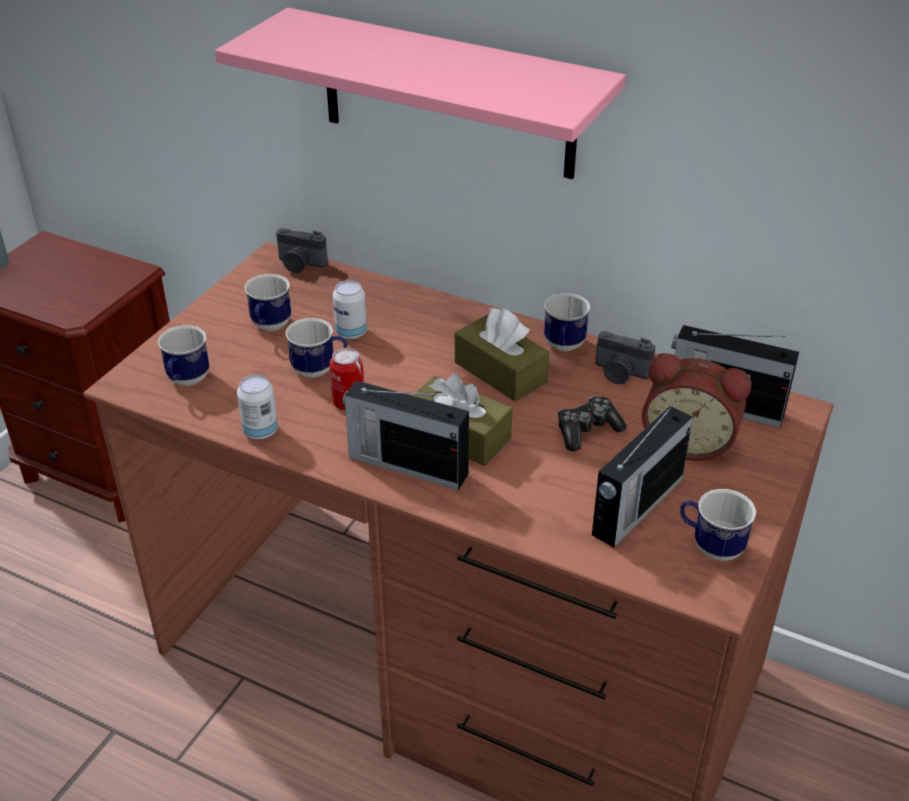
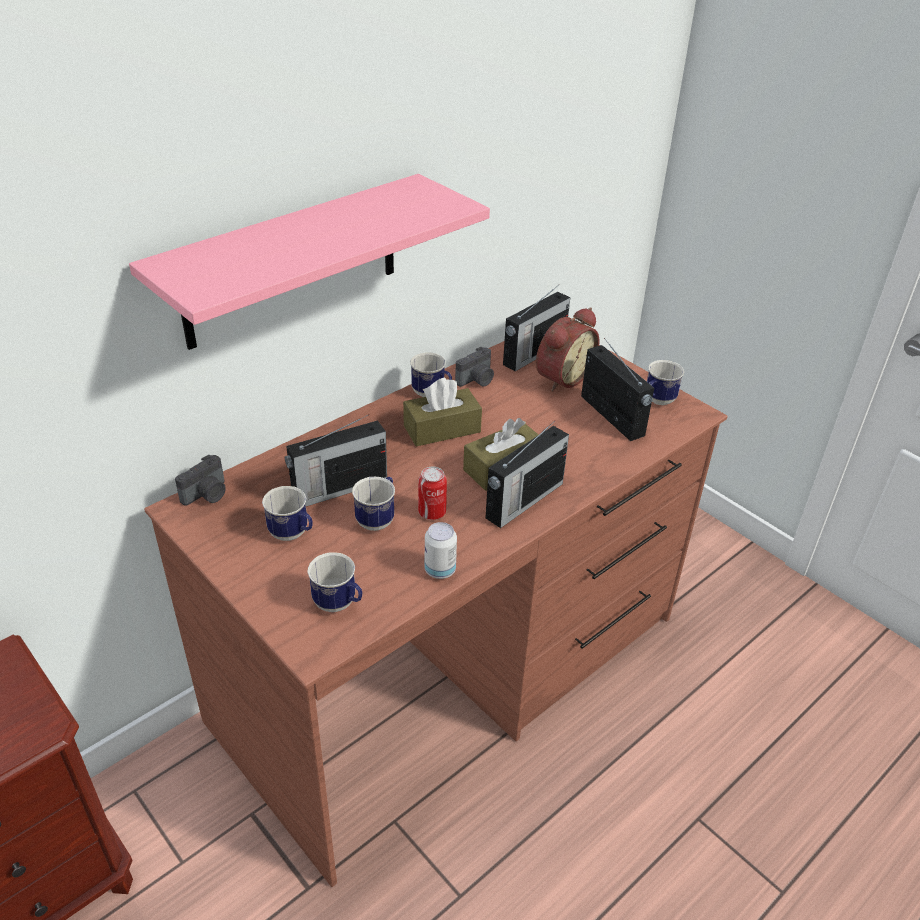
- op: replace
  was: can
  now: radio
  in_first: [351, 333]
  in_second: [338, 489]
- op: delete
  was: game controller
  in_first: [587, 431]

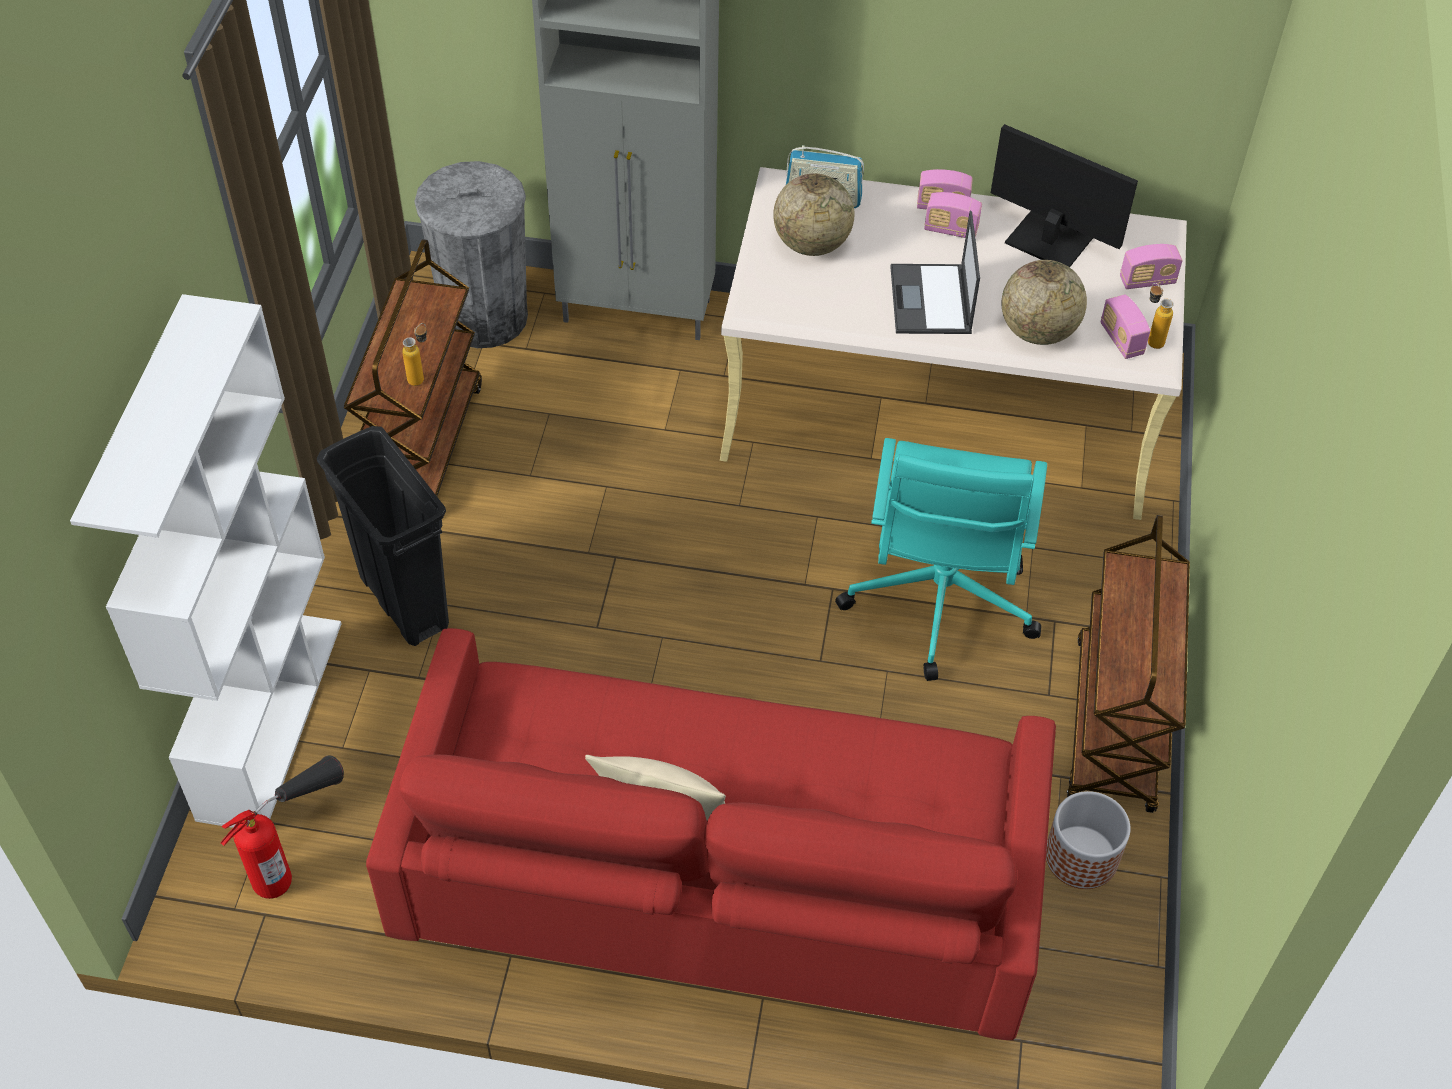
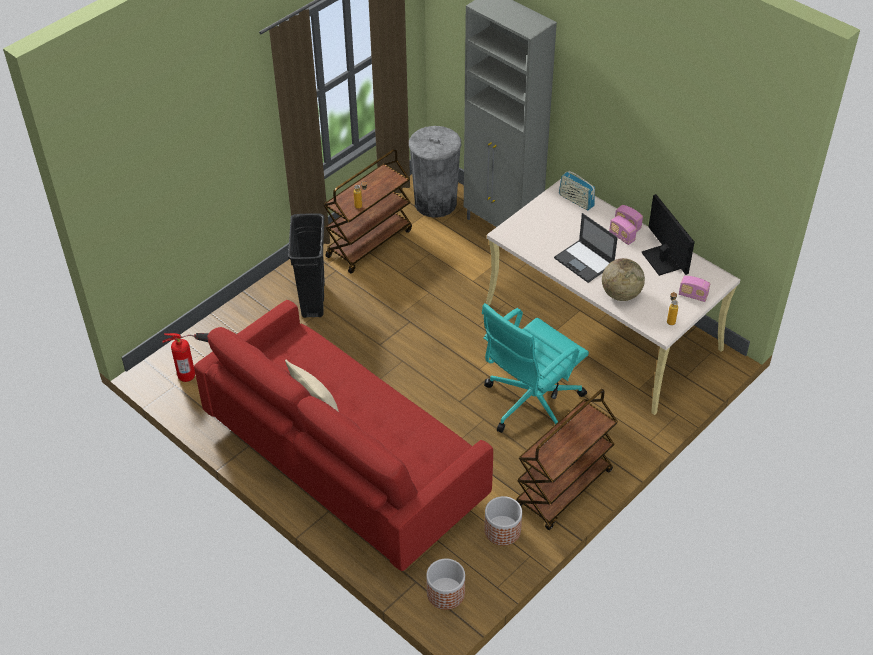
- op: delete
  was: bookcase (white)
  in_first: [270, 717]
- op: delete
  was: globe
  in_first: [811, 244]
- op: rotate
  was: laptop
  in_first: [931, 301]
  in_second: [584, 262]
  clockwise: -75
- op: delete
  was: radio
  in_first: [1121, 340]
- op: insert
  now: planter
  in_second: [445, 593]

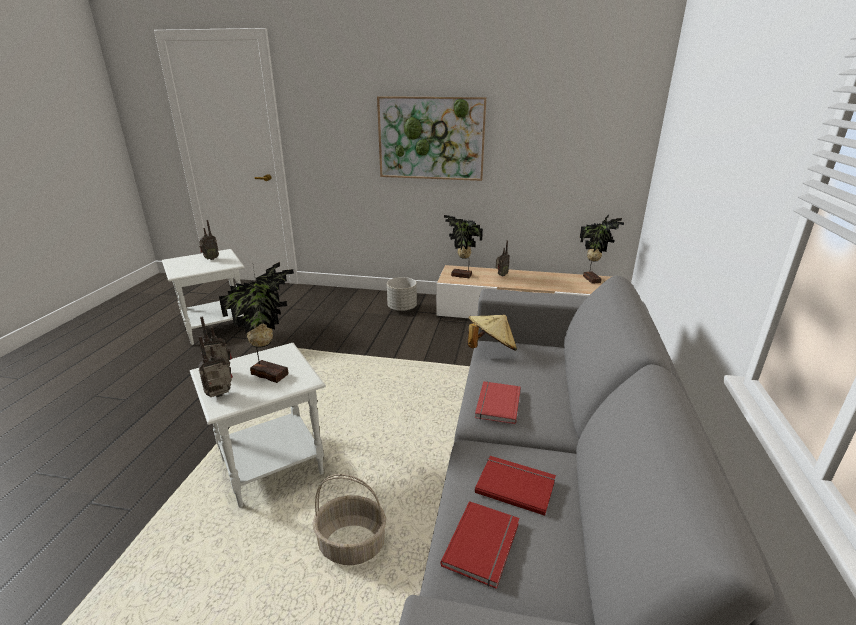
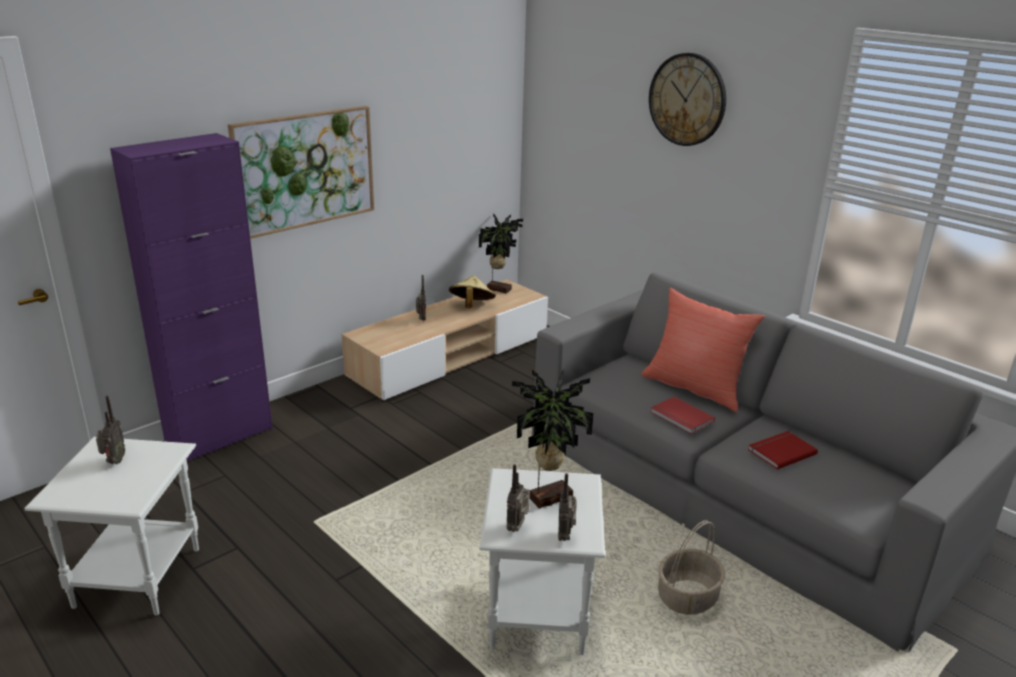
- op: delete
  was: planter (grey)
  in_first: [402, 308]
- op: delete
  was: book (red)
  in_first: [484, 545]
- op: delete
  was: potted plant
  in_first: [461, 276]
- op: move
  was: hat (beige)
  in_first: [491, 349]
  in_second: [471, 306]
- op: insert
  now: cabinet (purple)
  in_second: [220, 437]
- op: insert
  now: pillow (red)
  in_second: [694, 388]
- op: insert
  now: wall clock
  in_second: [687, 99]

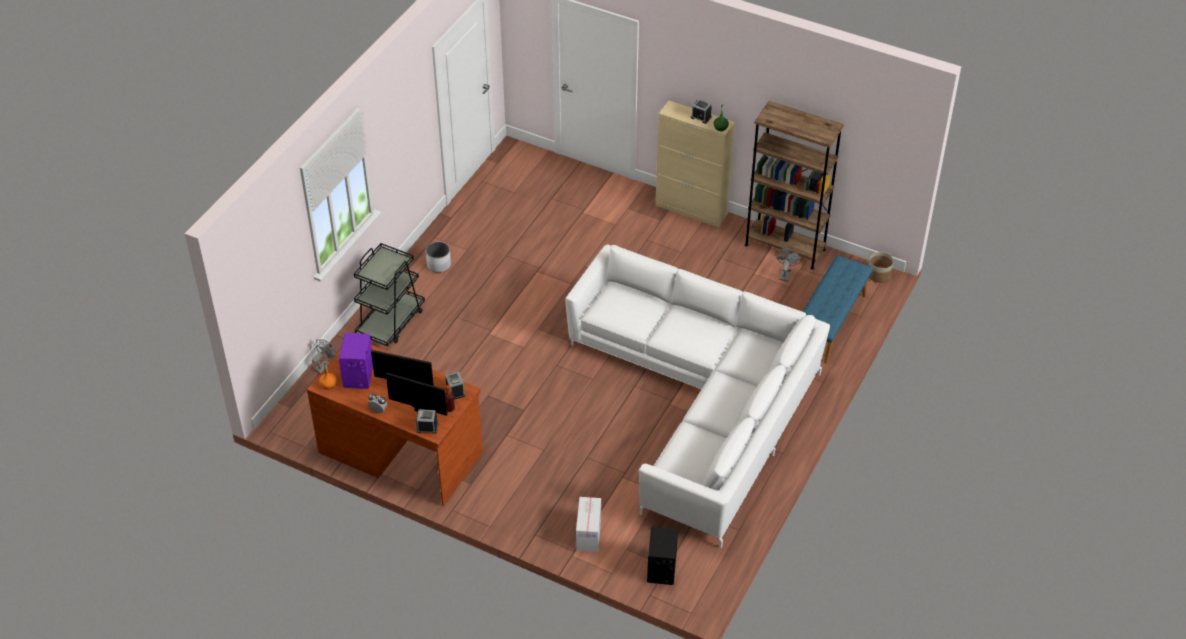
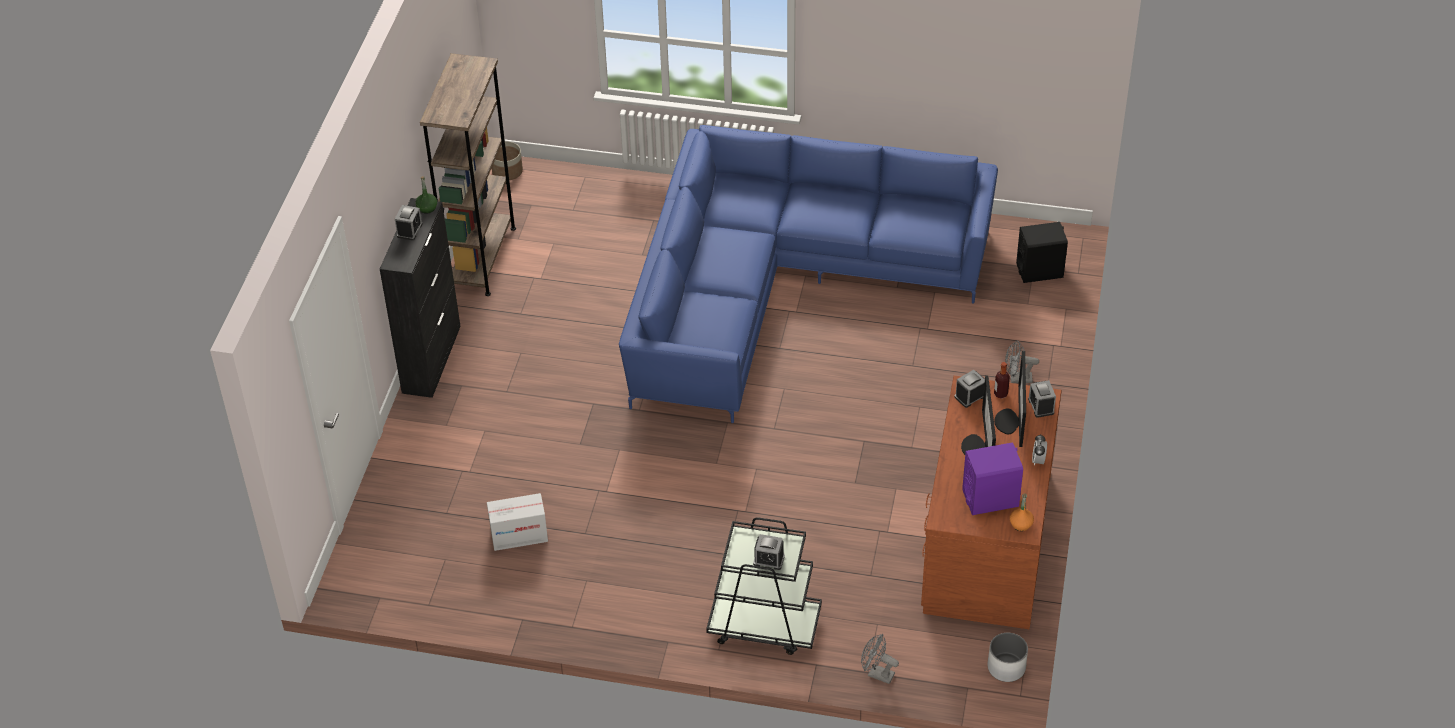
- op: move
  was: planter (white)
  in_first: [439, 265]
  in_second: [1006, 667]
- op: recolor
  was: sofa (white)
  now: sofa (blue)
  in_first: [702, 402]
  in_second: [781, 284]
- op: move
  was: cardboard box
  in_first: [588, 534]
  in_second: [519, 535]
- op: recolor
  was: cabinet (beige)
  now: cabinet (black)
  in_first: [691, 210]
  in_second: [432, 359]
- op: move
  was: fan (grey)
  in_first: [785, 274]
  in_second: [1017, 379]
- op: delete
  was: bench (blue)
  in_first: [830, 323]
- op: insert
  now: alarm clock
  in_second: [769, 559]

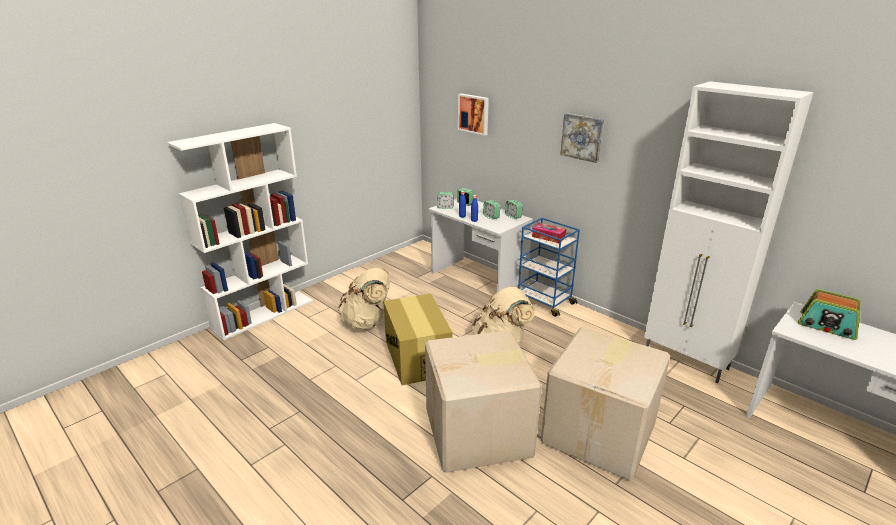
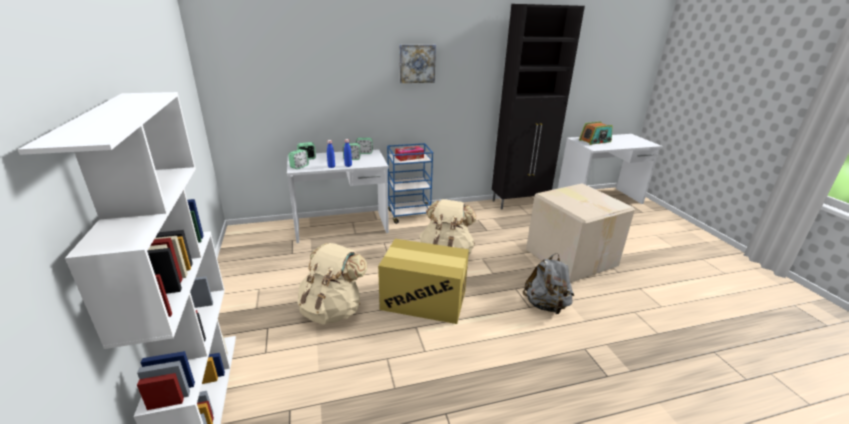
- op: replace
  was: cardboard box
  now: backpack (grey)
  in_first: [479, 433]
  in_second: [546, 305]
- op: delete
  was: picture
  in_first: [474, 114]
- op: recolor
  was: cabinet (white)
  now: cabinet (black)
  in_first: [686, 361]
  in_second: [520, 202]

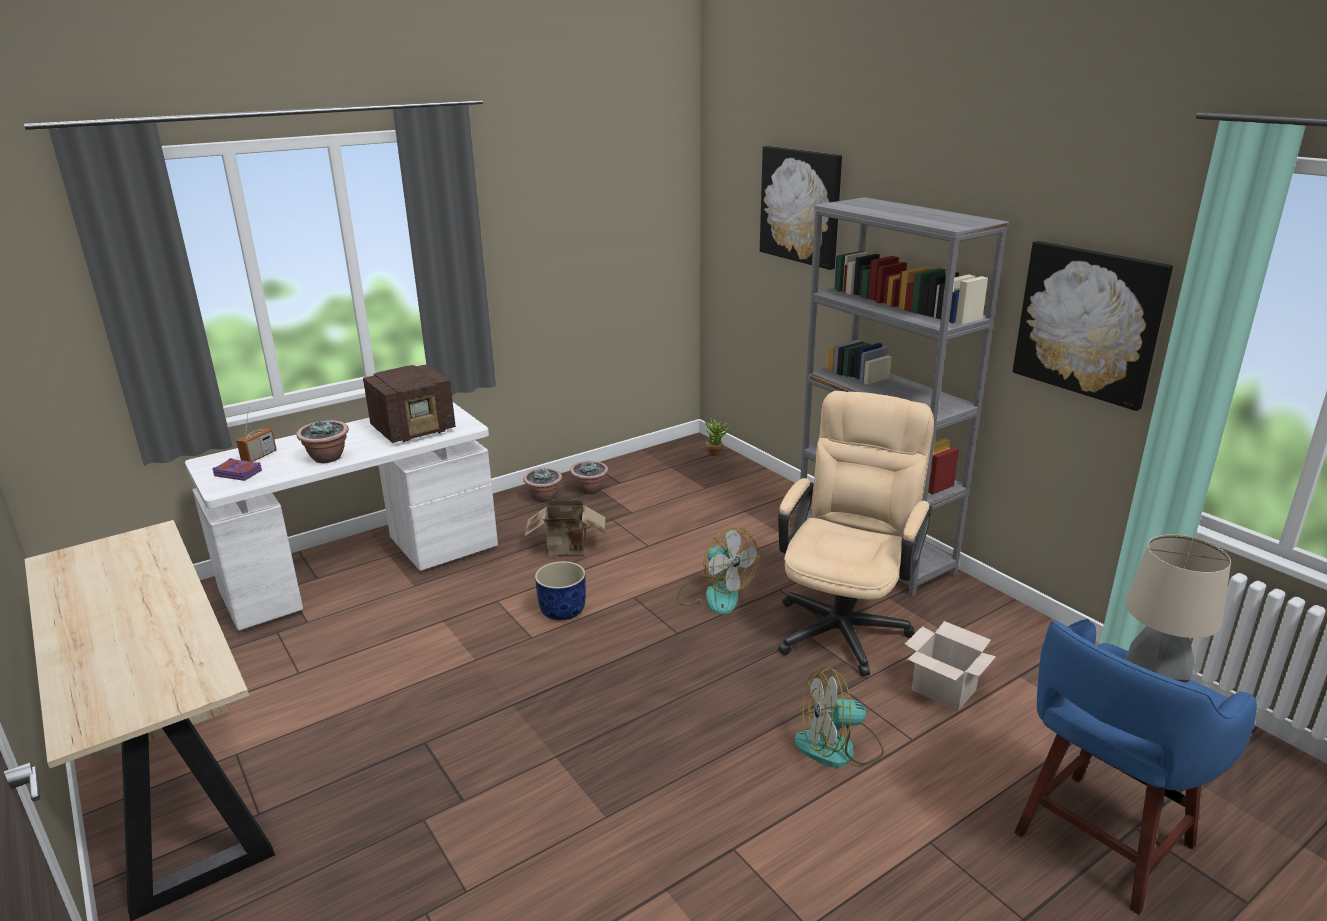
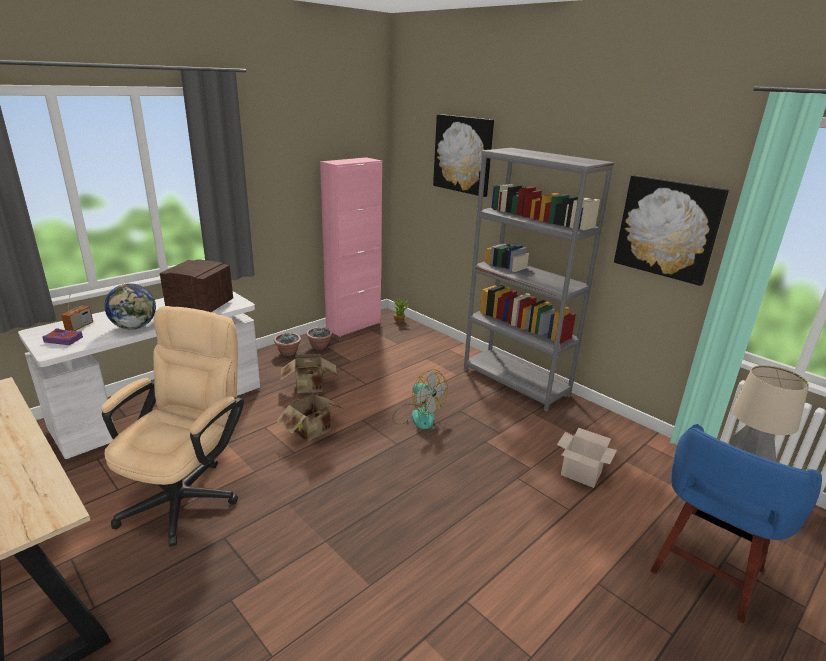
- op: replace
  was: potted plant
  now: globe
  in_first: [327, 458]
  in_second: [135, 327]
- op: rotate
  was: radio
  in_first: [415, 429]
  in_second: [200, 306]
  clockwise: -120
- op: replace
  was: planter (blue)
  now: cardboard box
  in_first: [563, 610]
  in_second: [314, 432]
- op: move
  was: office chair (beige)
  in_first: [845, 623]
  in_second: [187, 493]
- op: delete
  was: fan
  in_first: [839, 748]
- op: insert
  now: cabinet (pink)
  in_second: [353, 326]

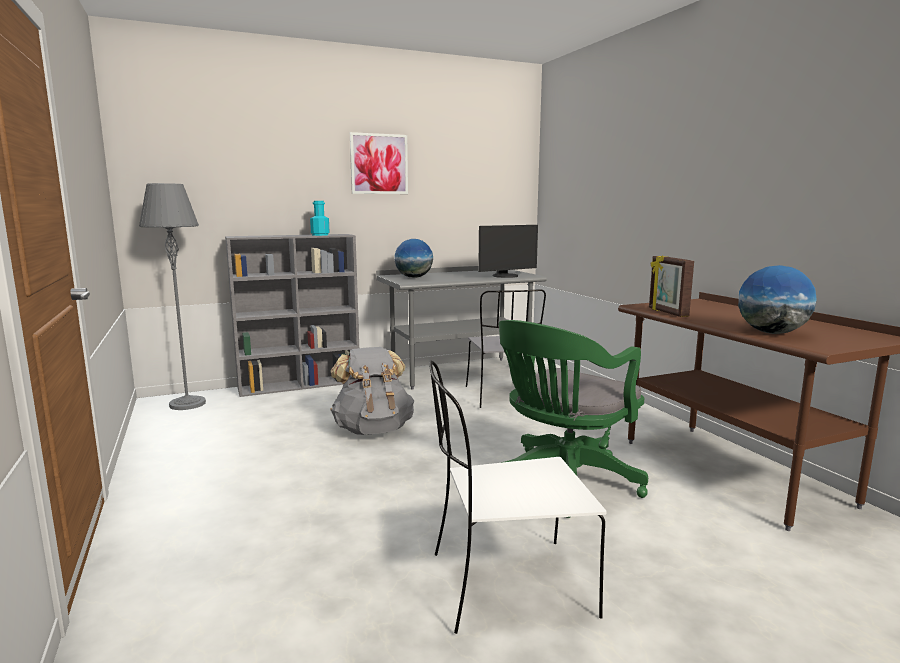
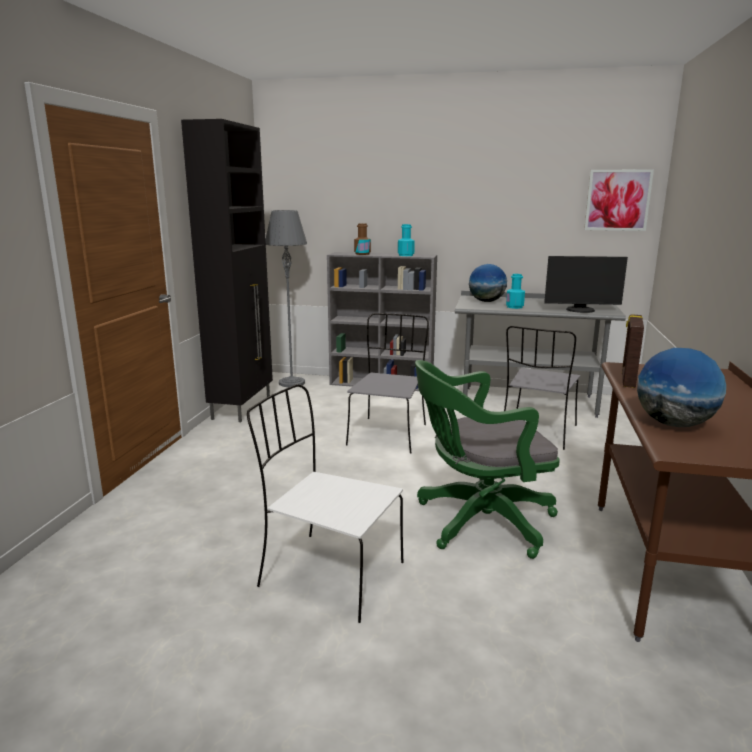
- op: replace
  was: backpack (grey)
  now: chair (grey)
  in_first: [373, 429]
  in_second: [388, 434]
- op: move
  was: picture
  in_first: [379, 164]
  in_second: [617, 200]
- op: insert
  now: cabinet (black)
  in_second: [243, 407]
- op: insert
  now: bottle (brown)
  in_second: [362, 254]
- op: insert
  now: bottle (turquoise)
  in_second: [514, 307]

